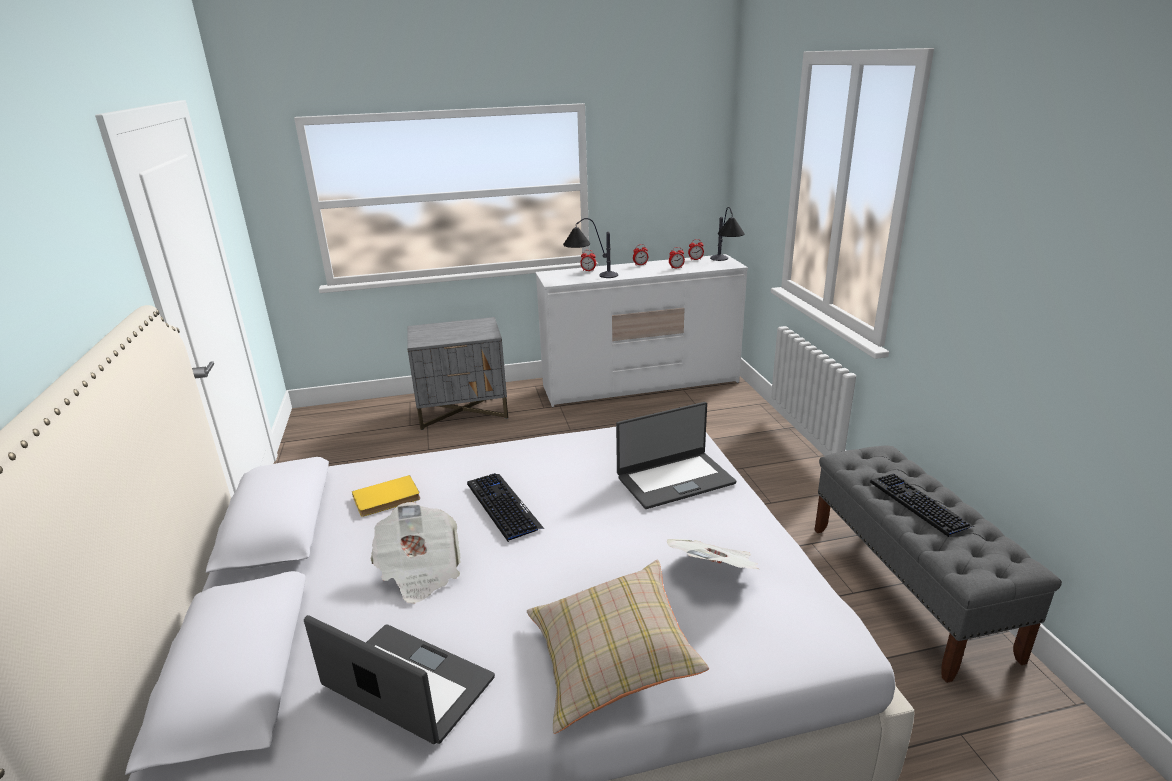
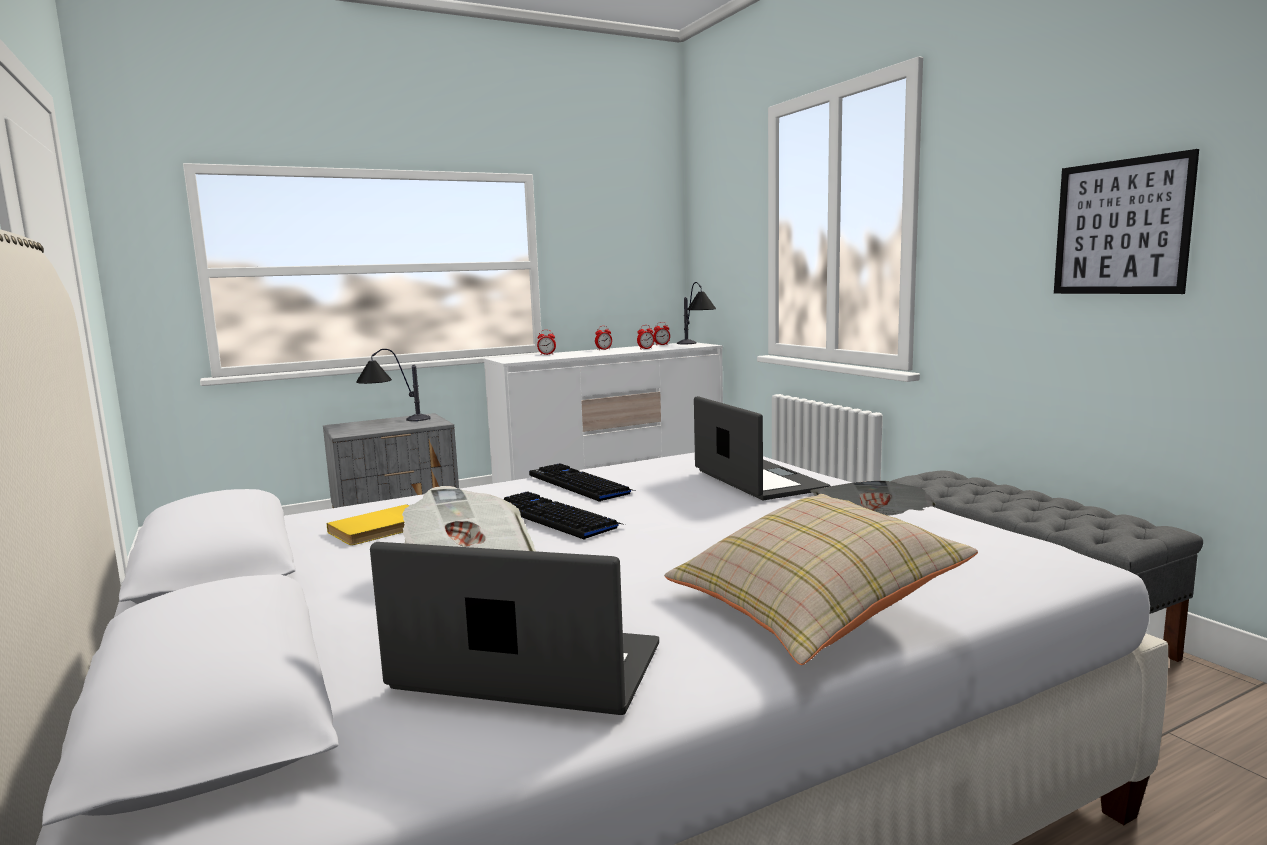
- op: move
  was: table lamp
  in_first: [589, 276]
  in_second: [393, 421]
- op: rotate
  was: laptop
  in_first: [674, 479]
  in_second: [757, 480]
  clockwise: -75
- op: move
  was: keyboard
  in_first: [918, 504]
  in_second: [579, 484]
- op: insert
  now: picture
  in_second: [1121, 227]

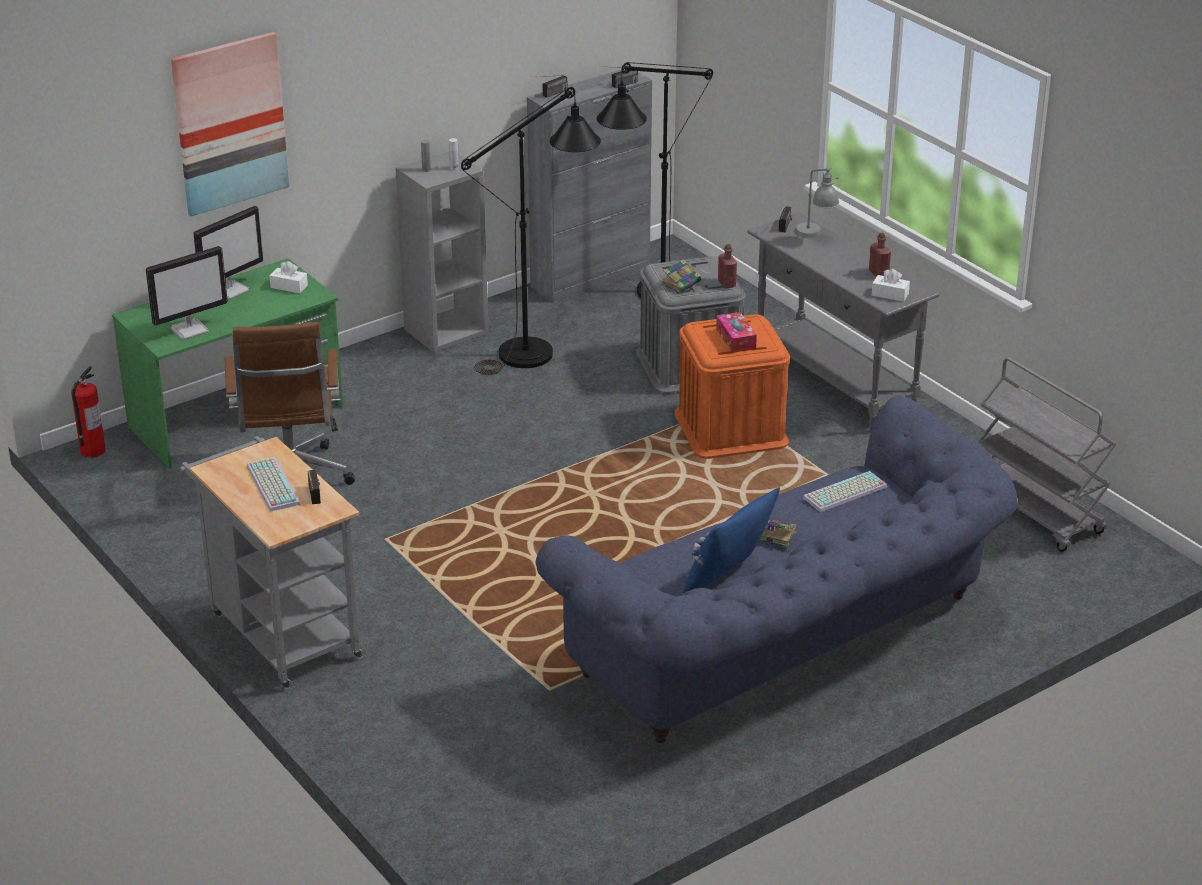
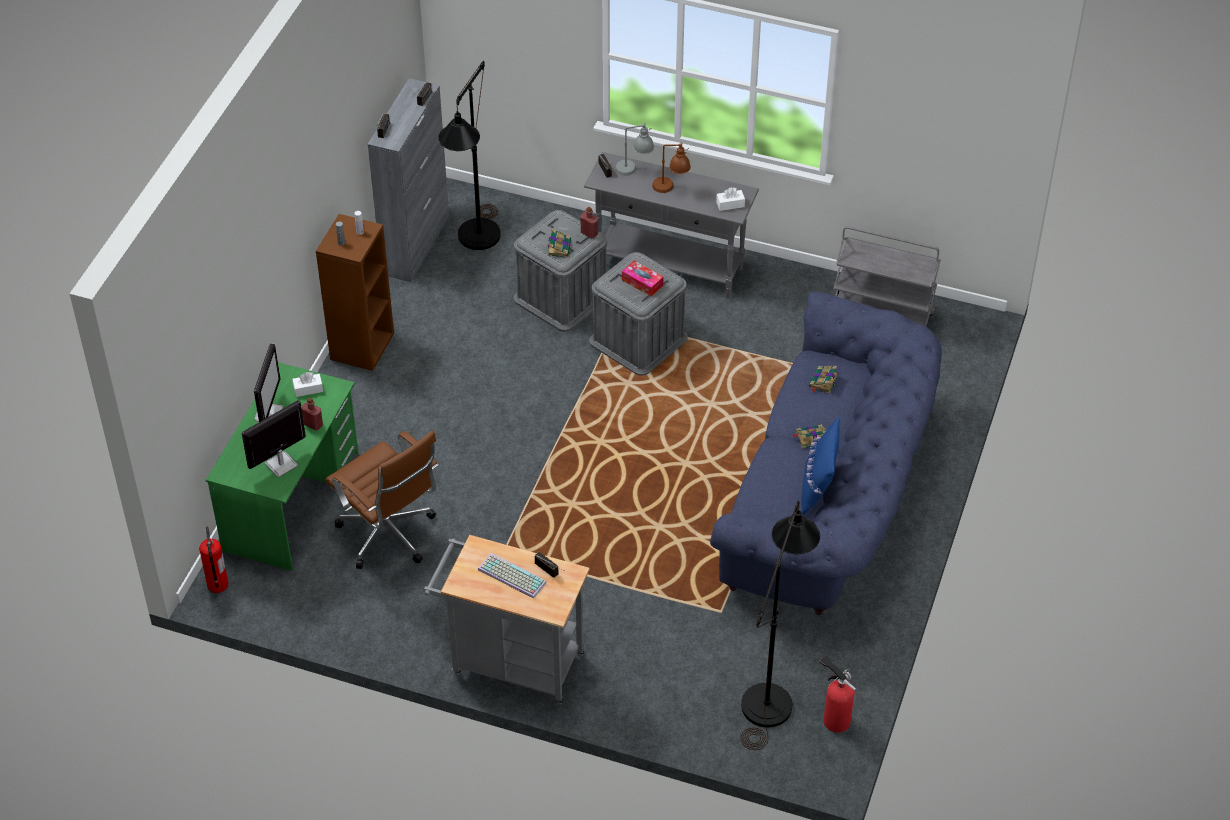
- op: rotate
  was: monitor
  in_first: [190, 329]
  in_second: [280, 465]
  clockwise: -150
- op: delete
  was: picture
  in_first: [230, 123]
- op: recolor
  was: bookcase (grey)
  now: bookcase (brown)
  in_first: [446, 331]
  in_second: [362, 346]
- op: move
  was: floor lamp (black)
  in_first: [539, 349]
  in_second: [771, 694]
- op: recolor
  was: storage box (orange)
  now: storage box (grey)
  in_first: [731, 429]
  in_second: [638, 340]
- op: replace
  was: keyboard
  now: book
  in_first: [845, 493]
  in_second: [823, 382]
- op: move
  was: bottle (red)
  in_first: [878, 273]
  in_second: [313, 424]
- op: insert
  now: table lamp (brown)
  in_second: [671, 188]
- op: insert
  now: fire extinguisher
  in_second: [834, 719]

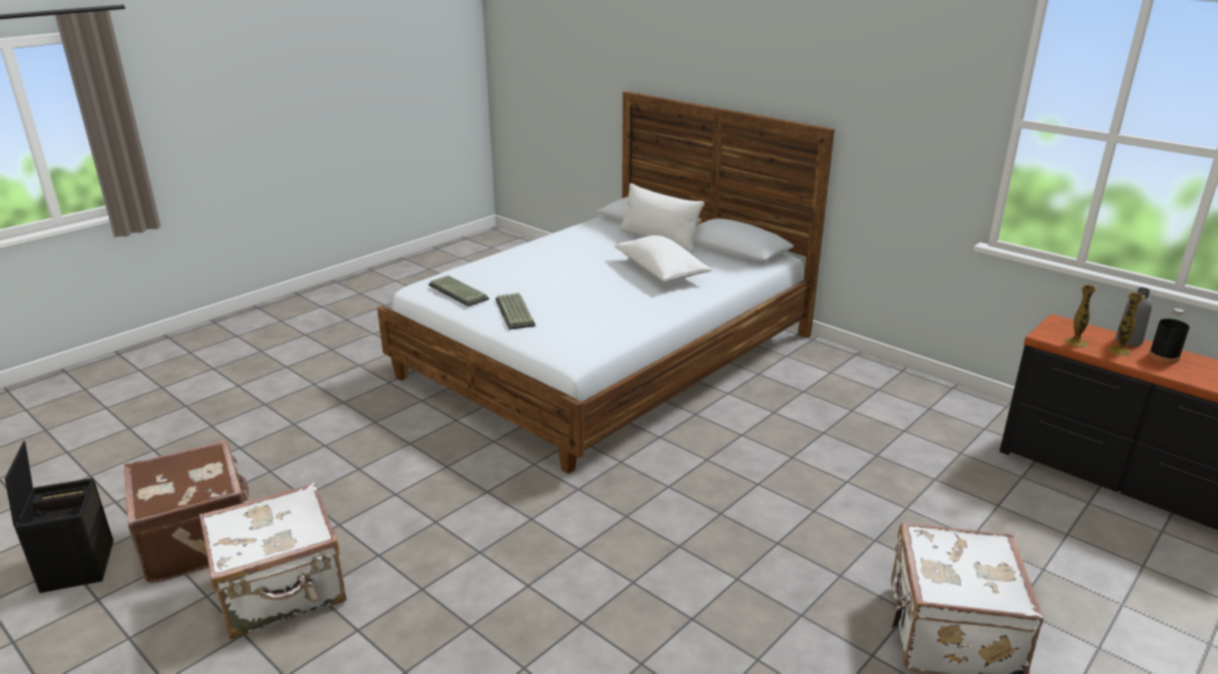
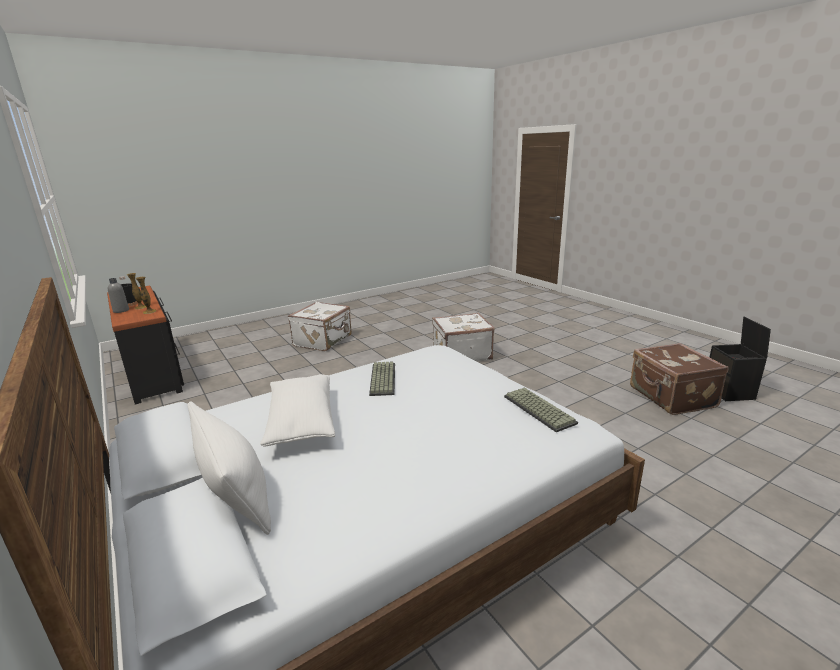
- op: move
  was: suitcase (white)
  in_first: [282, 592]
  in_second: [461, 354]
- op: move
  was: keyboard
  in_first: [516, 312]
  in_second: [381, 379]

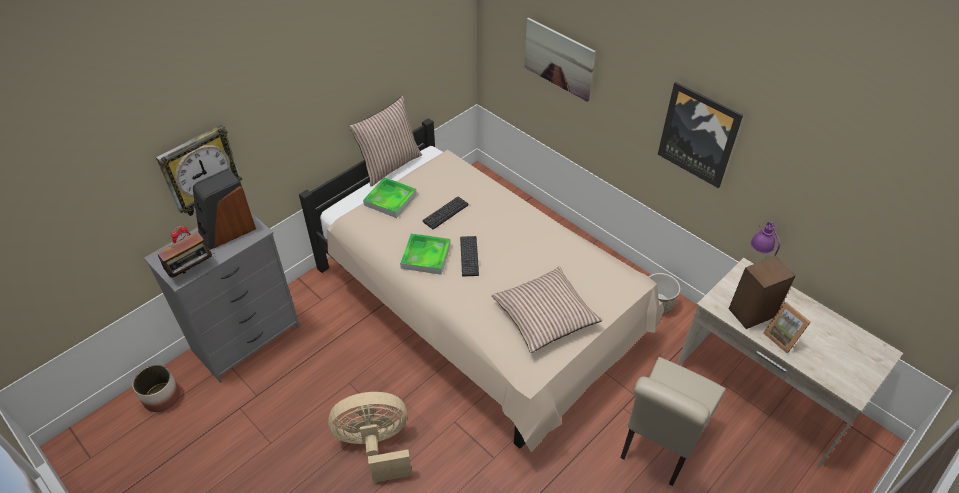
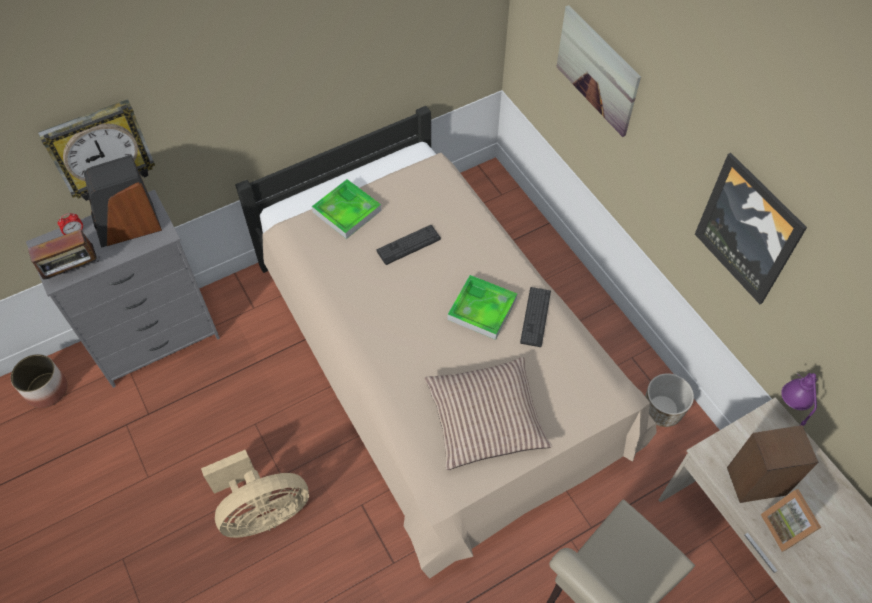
- op: rotate
  was: fan (beige)
  in_first: [376, 446]
  in_second: [262, 512]
  clockwise: 150
- op: delete
  was: pillow
  in_first: [389, 165]
- op: move
  was: tray
  in_first: [426, 256]
  in_second: [482, 309]
- op: move
  was: keyboard
  in_first: [469, 256]
  in_second: [535, 317]

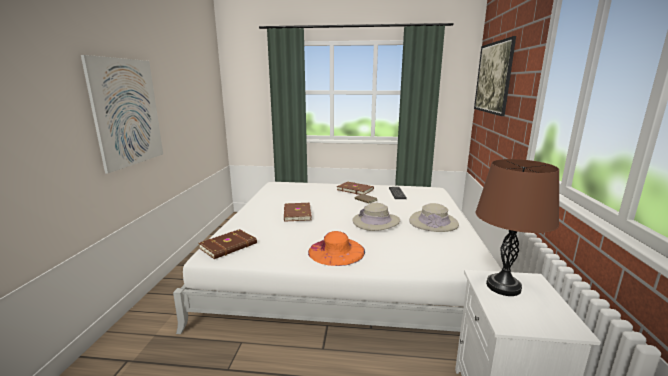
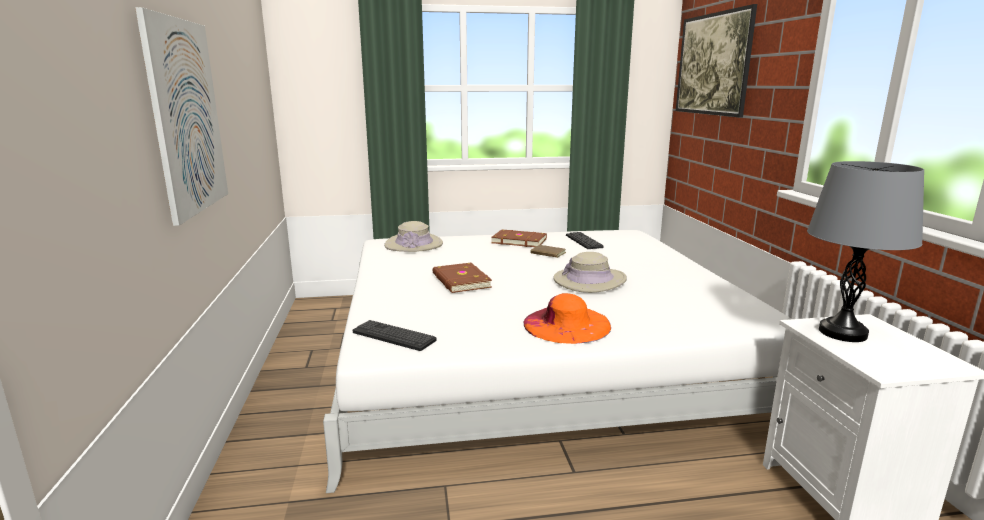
- op: replace
  was: book (brown)
  now: keyboard
  in_first: [229, 246]
  in_second: [394, 336]
- op: move
  was: hat (beige)
  in_first: [433, 222]
  in_second: [414, 244]
- op: recolor
  was: table lamp (brown)
  now: table lamp (grey)
  in_first: [503, 286]
  in_second: [842, 333]

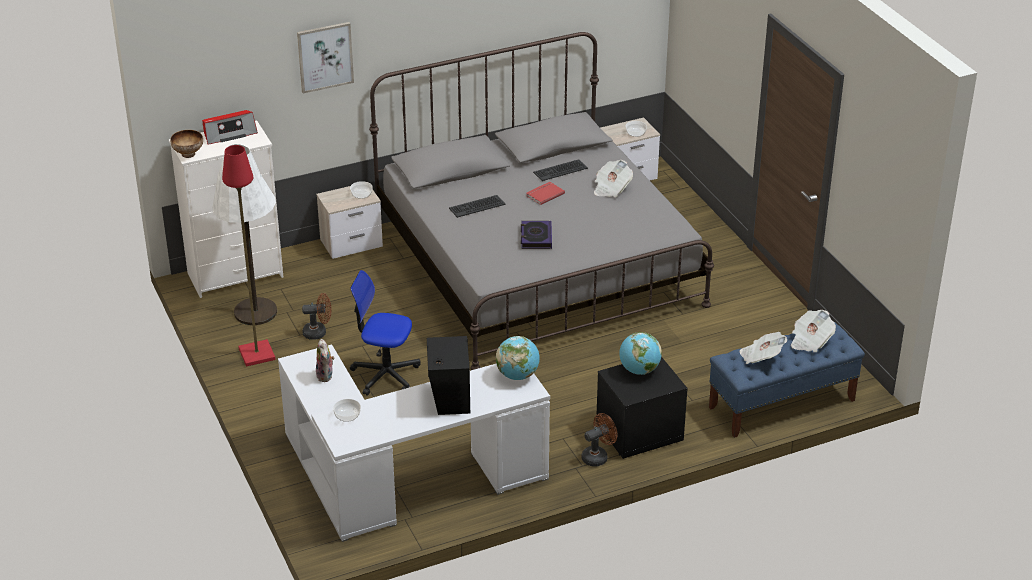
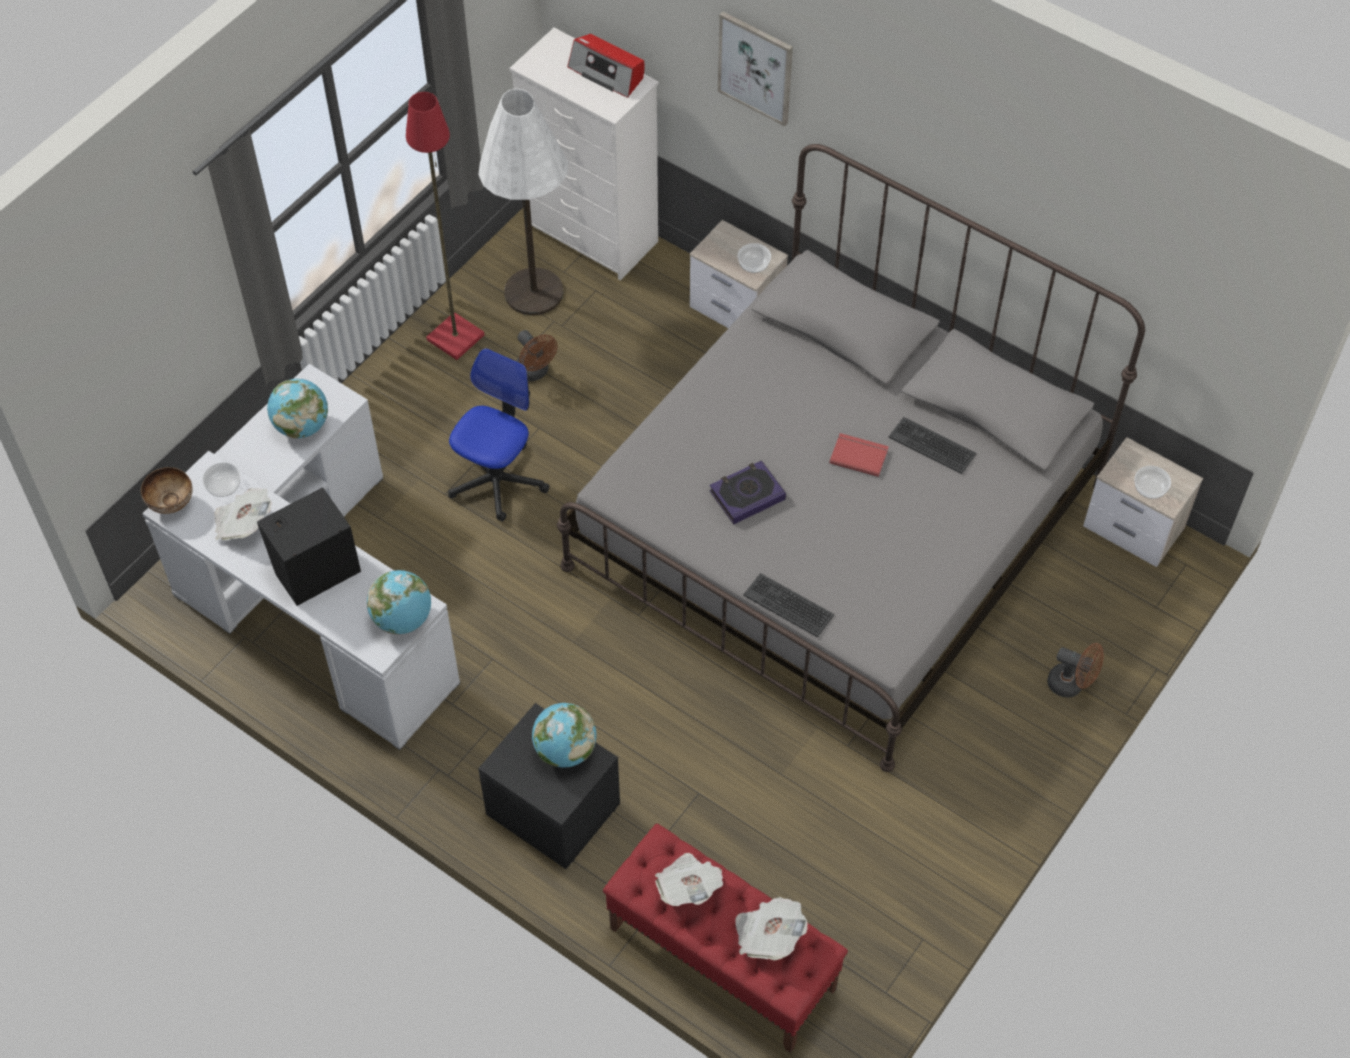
- op: move
  was: bowl
  in_first: [188, 154]
  in_second: [171, 504]
- op: replace
  was: plush toy
  now: globe
  in_first: [326, 376]
  in_second: [302, 426]
- op: rotate
  was: office chair
  in_first: [385, 374]
  in_second: [497, 480]
  clockwise: 45
- op: move
  was: keyboard
  in_first: [477, 206]
  in_second: [789, 605]
- op: move
  was: fan (brown)
  in_first: [598, 456]
  in_second: [1071, 684]
- op: move
  was: newspaper
  in_first: [611, 188]
  in_second: [243, 524]
- op: recolor
  was: bench (blue)
  now: bench (red)
  in_first: [781, 404]
  in_second: [721, 958]

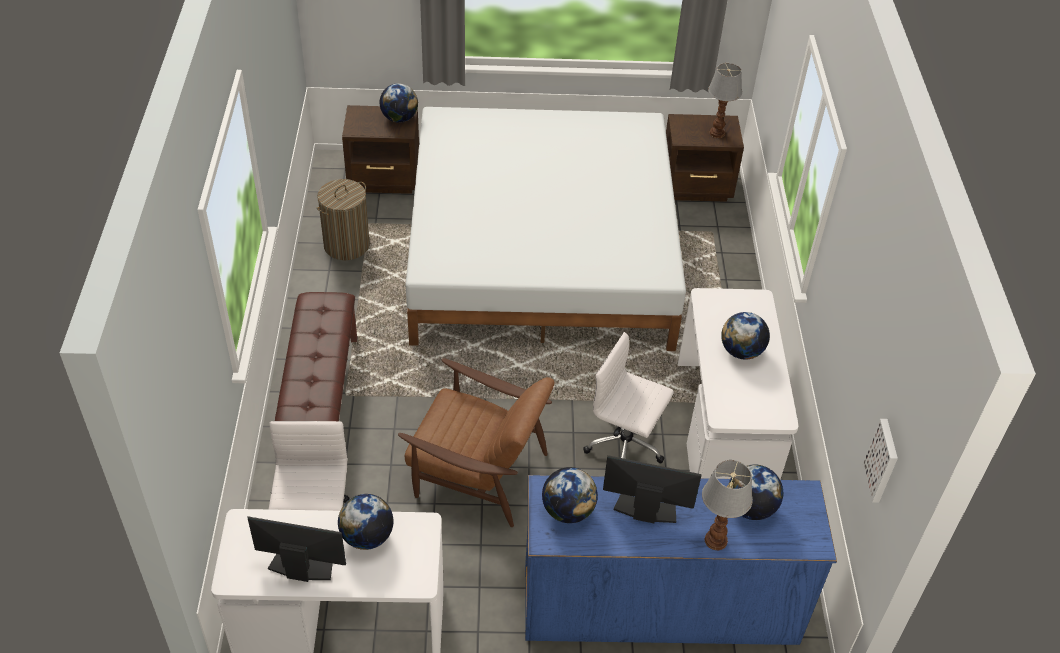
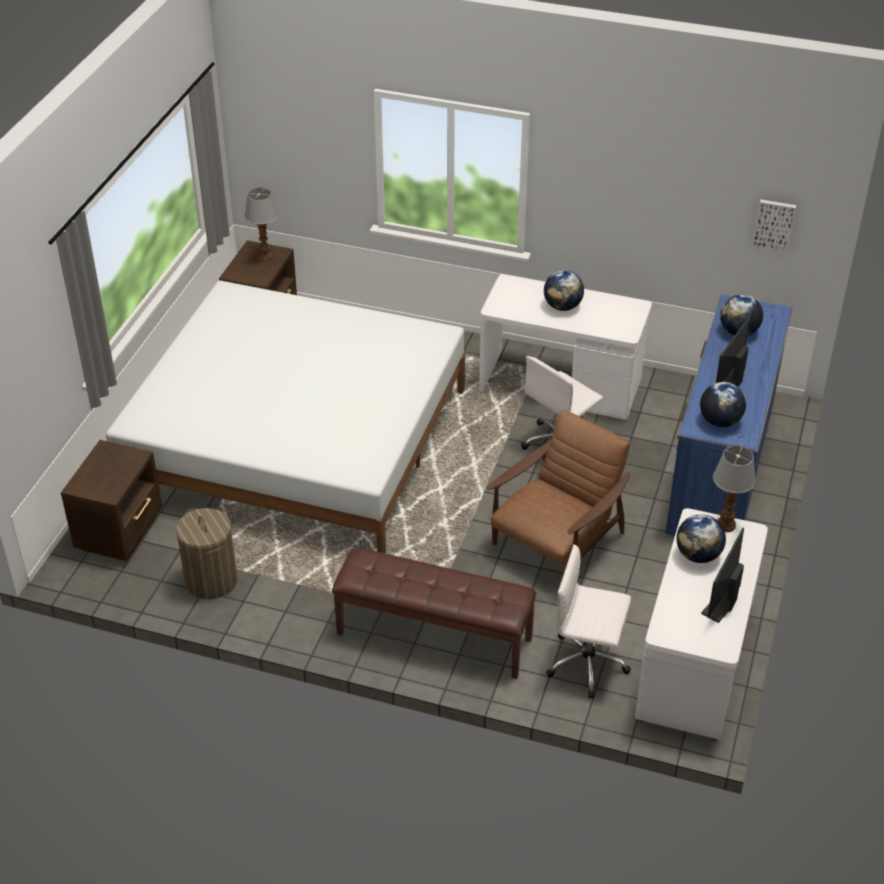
- op: delete
  was: globe
  in_first: [399, 118]
- op: move
  was: table lamp
  in_first: [715, 541]
  in_second: [726, 525]

